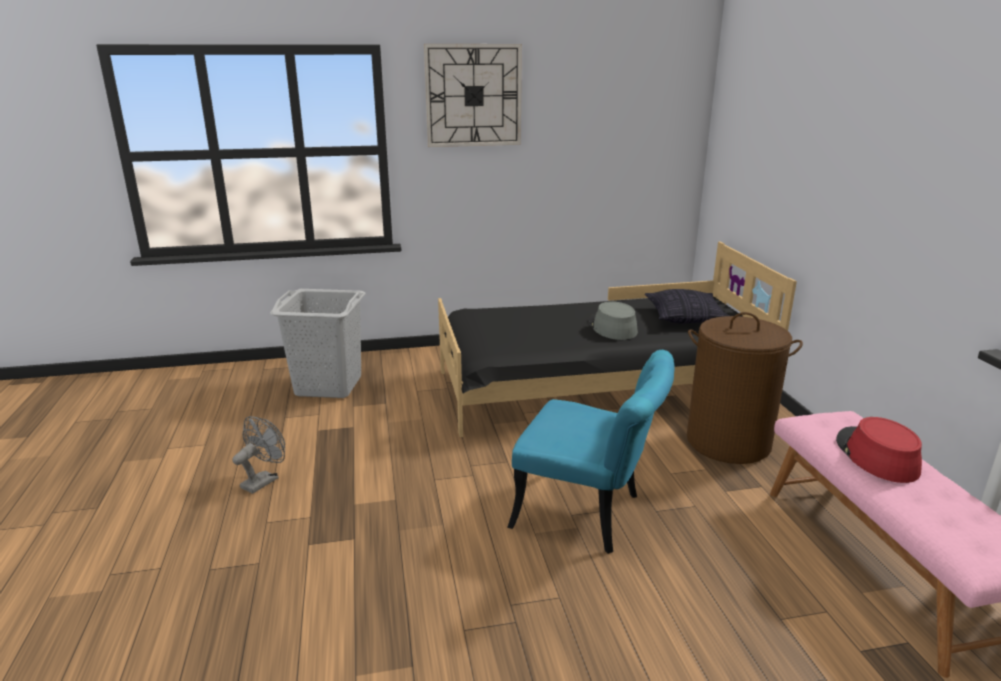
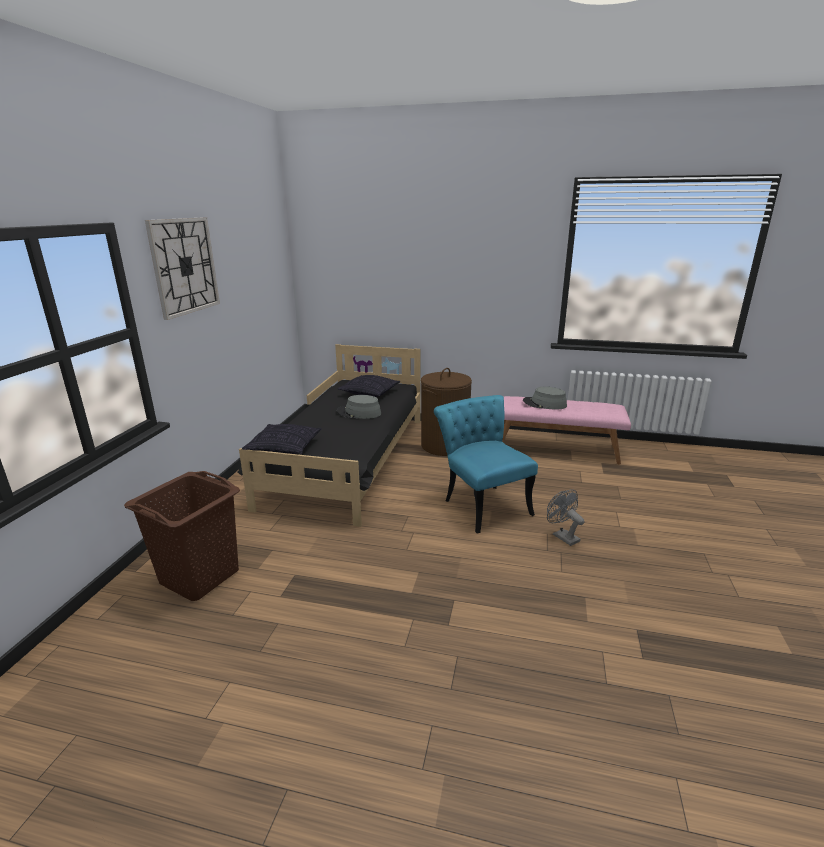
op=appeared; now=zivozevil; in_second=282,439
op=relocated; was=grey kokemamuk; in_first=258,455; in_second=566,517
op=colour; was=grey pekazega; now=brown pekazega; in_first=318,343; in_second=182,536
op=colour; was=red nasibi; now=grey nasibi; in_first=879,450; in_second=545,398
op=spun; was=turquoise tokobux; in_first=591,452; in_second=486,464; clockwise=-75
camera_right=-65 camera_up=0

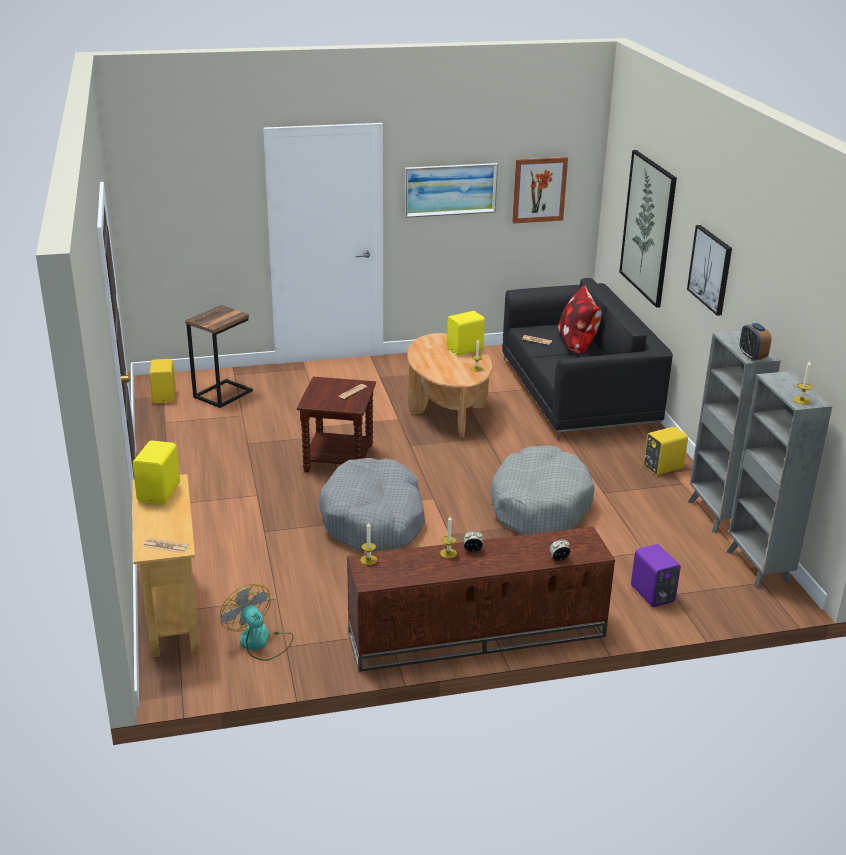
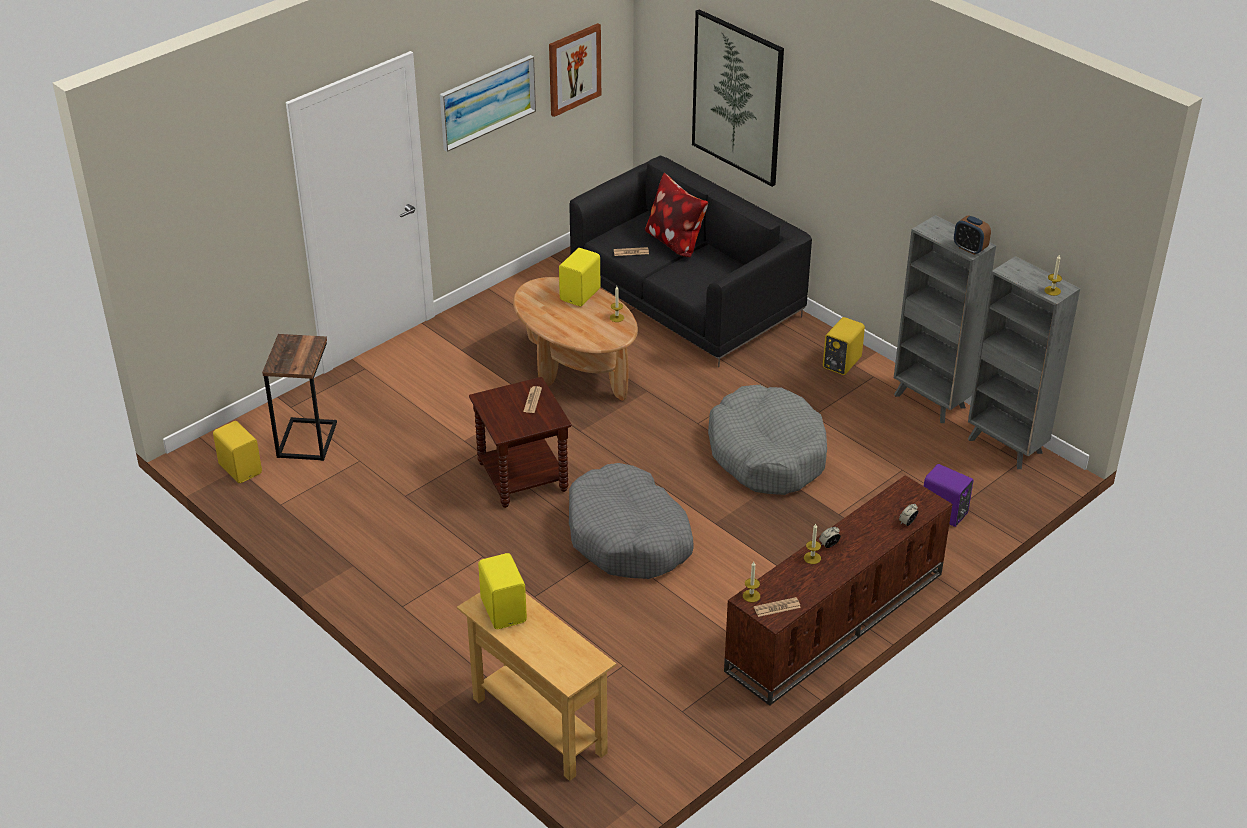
op=missing; was=kokemamuk; in_first=257,622
op=missing; was=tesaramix; in_first=709,270
op=relocated; was=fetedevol; in_first=166,545; in_second=777,607
camera_right=-30 camera_up=10

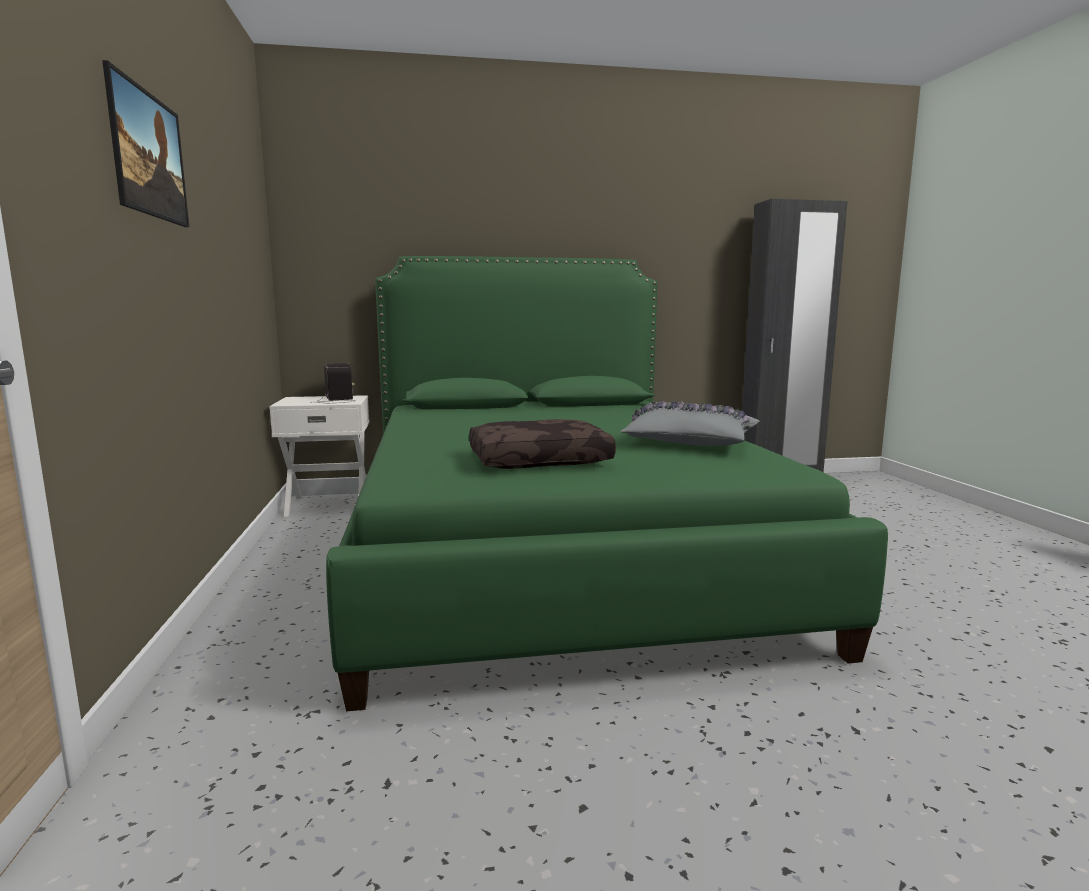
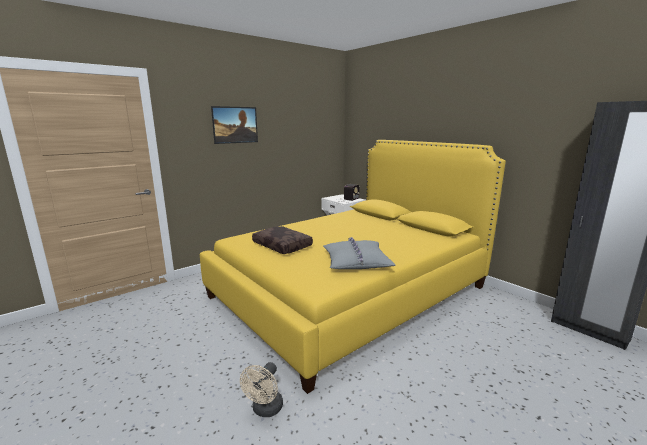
op=appeared; now=beige kokemamuk; in_second=261,389
op=colour; was=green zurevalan; now=yellow zurevalan; in_first=607,483; in_second=353,267
camera_right=60 camera_up=5

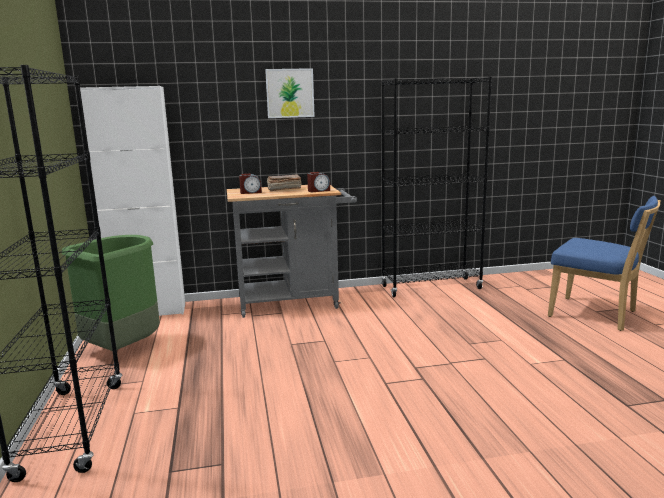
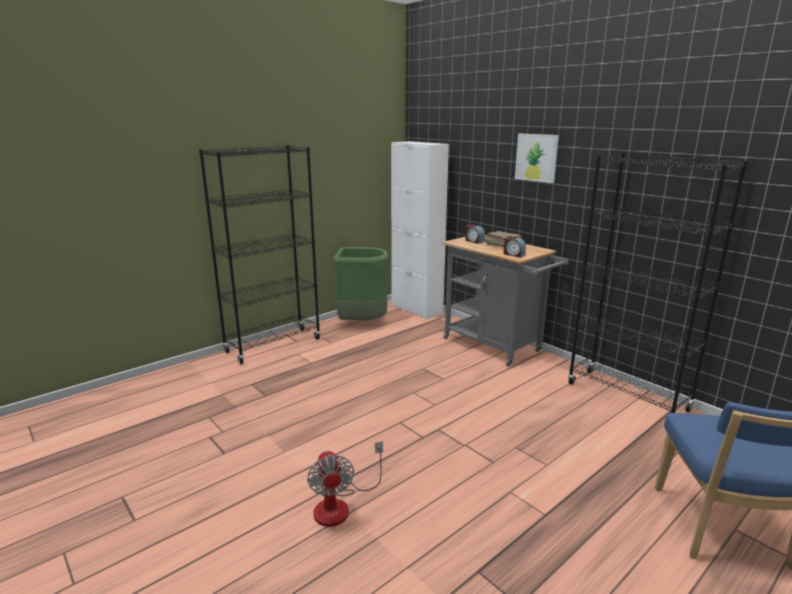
op=appeared; now=kokemamuk; in_second=345,484
camera_right=60 camera_up=5

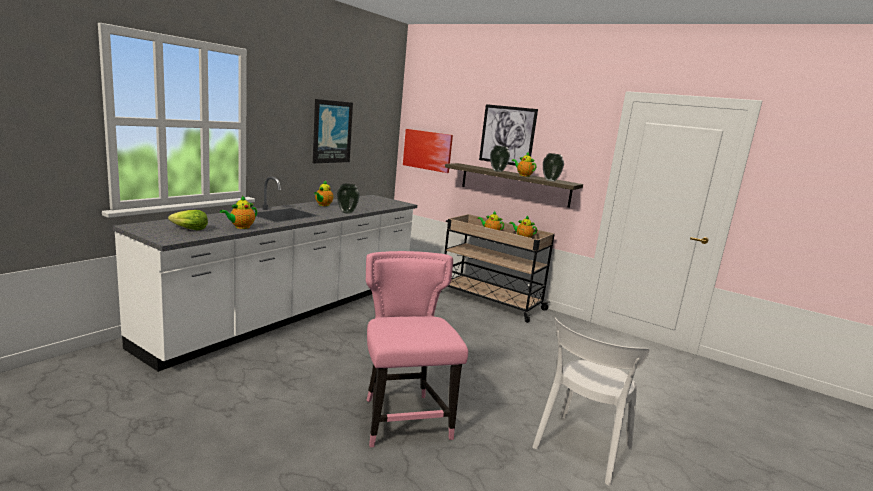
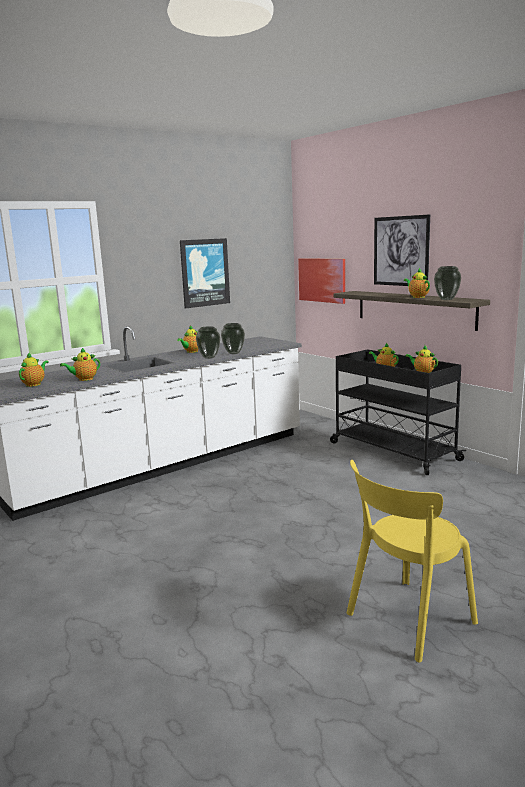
op=missing; was=pink tokobux; in_first=417,349
op=relocated; was=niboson; in_first=500,159; in_second=233,338
op=exchanged; was=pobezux; now=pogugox; in_first=188,220; in_second=34,369
op=colour; was=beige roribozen; now=black roribozen; in_first=499,268; in_second=398,412
op=colour; was=white tokobux; now=yellow tokobux; in_first=590,402; in_second=412,561
camera_right=20 camera_up=0

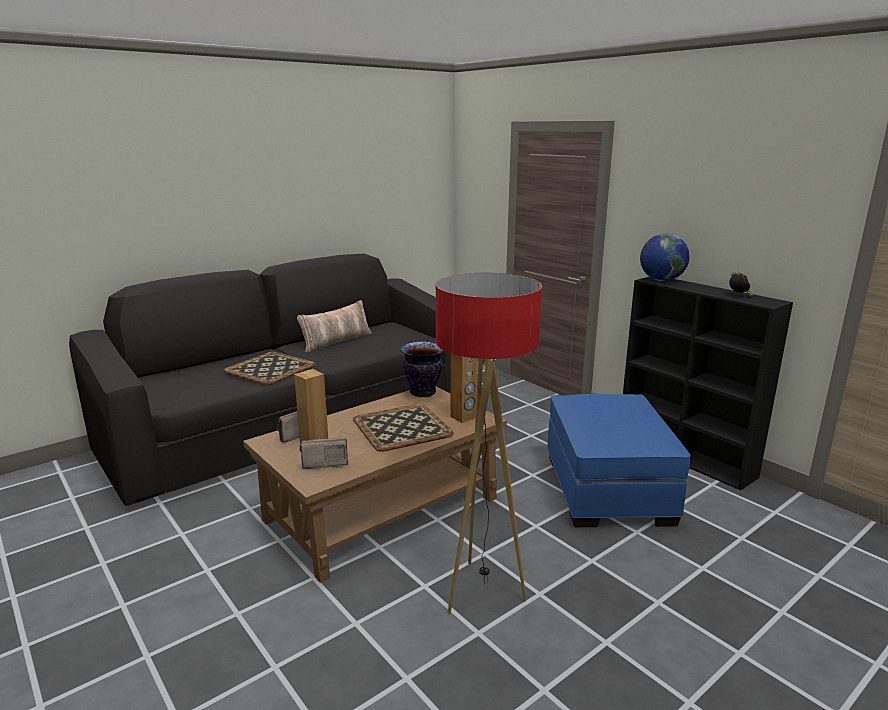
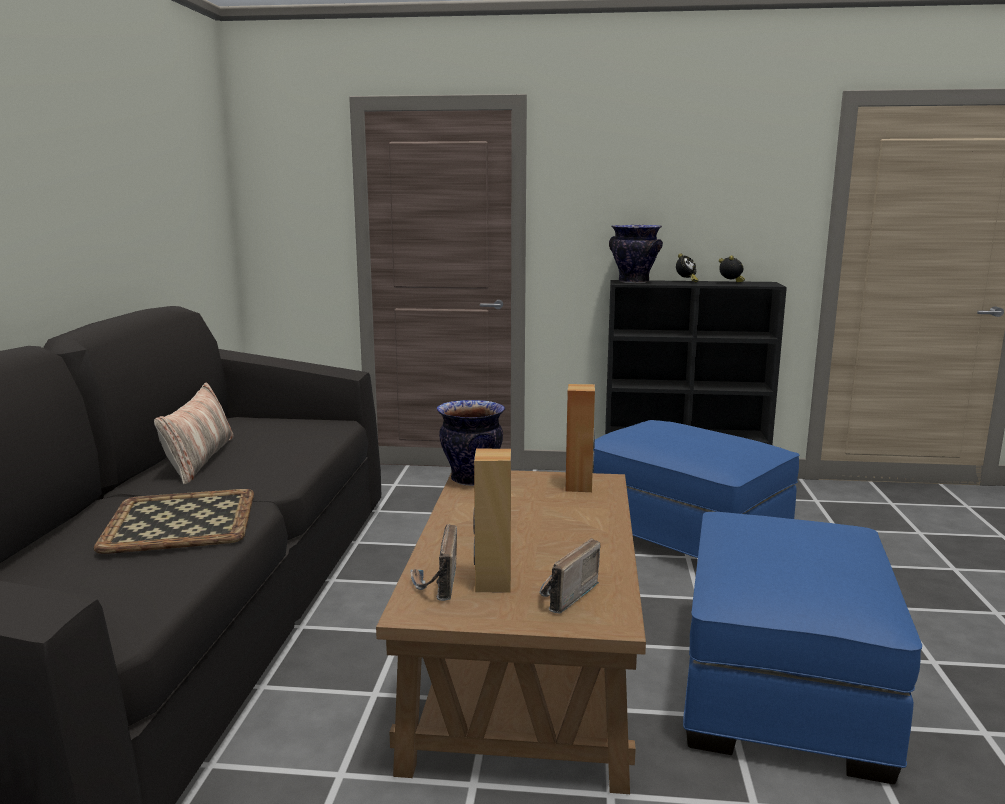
op=missing; was=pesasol; in_first=403,428
op=appeared; now=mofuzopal; in_second=687,268
op=exchanged; was=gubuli; now=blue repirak; in_first=489,443; in_second=802,648
op=exchanged; was=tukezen; now=niboson; in_first=665,257; in_second=636,254
camera_right=-45 camera_up=-5

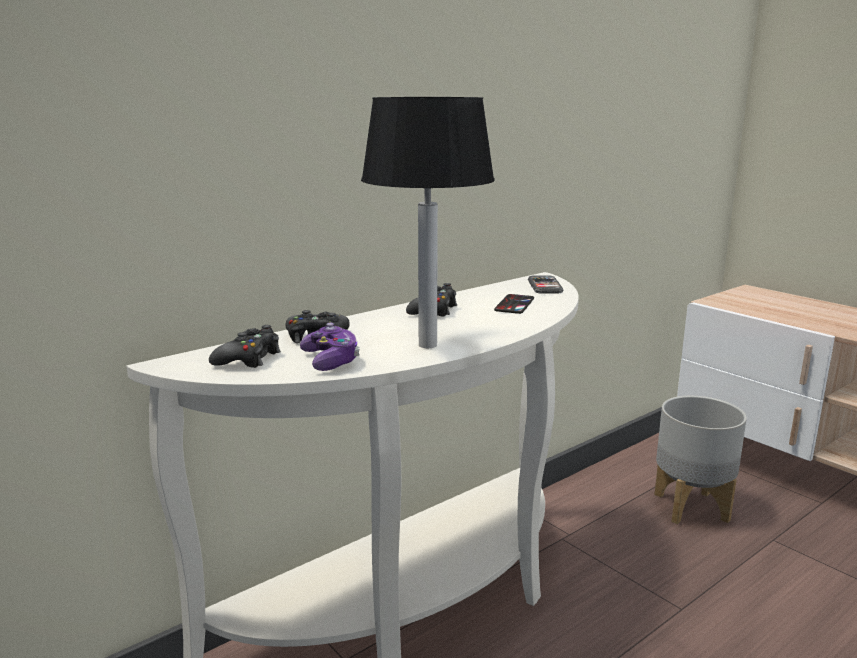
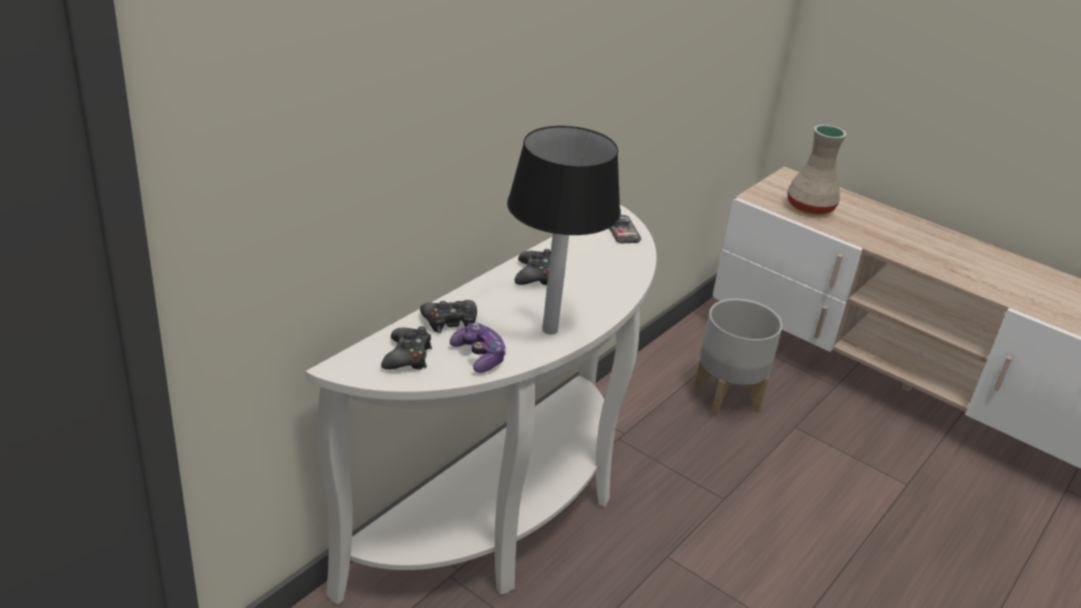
op=missing; was=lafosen; in_first=514,304
op=appeared; now=beige niboson; in_second=817,170
camera_right=-15 camera_up=15

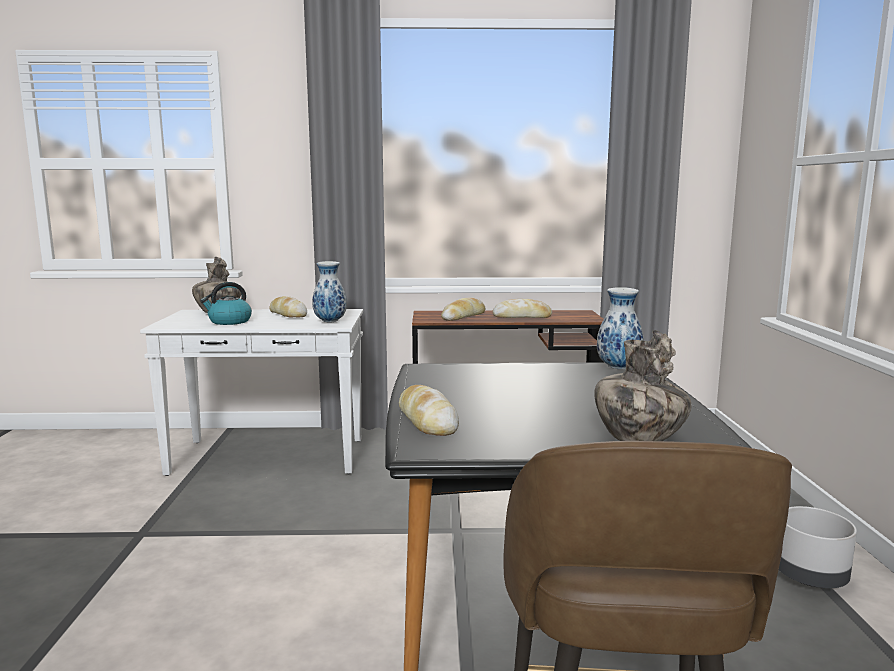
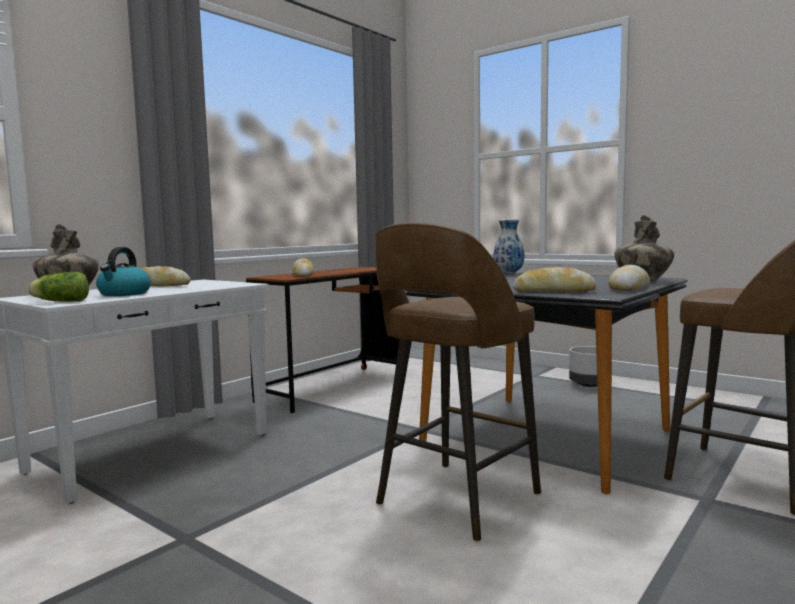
op=missing; was=niboson; in_first=329,292
op=appeared; now=pobezux; in_second=58,287
op=appeared; now=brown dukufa; in_second=458,382
op=relocated; was=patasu; in_first=522,308; in_second=629,278
camera_right=-50 camera_up=-5

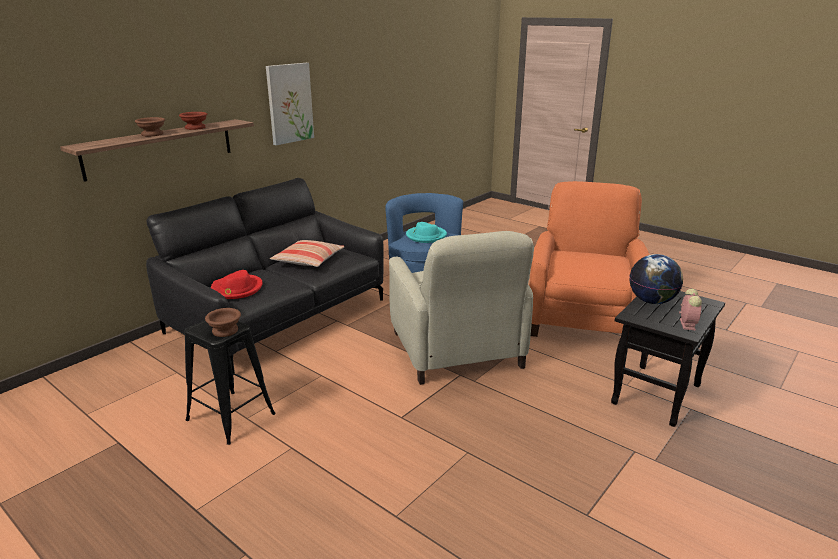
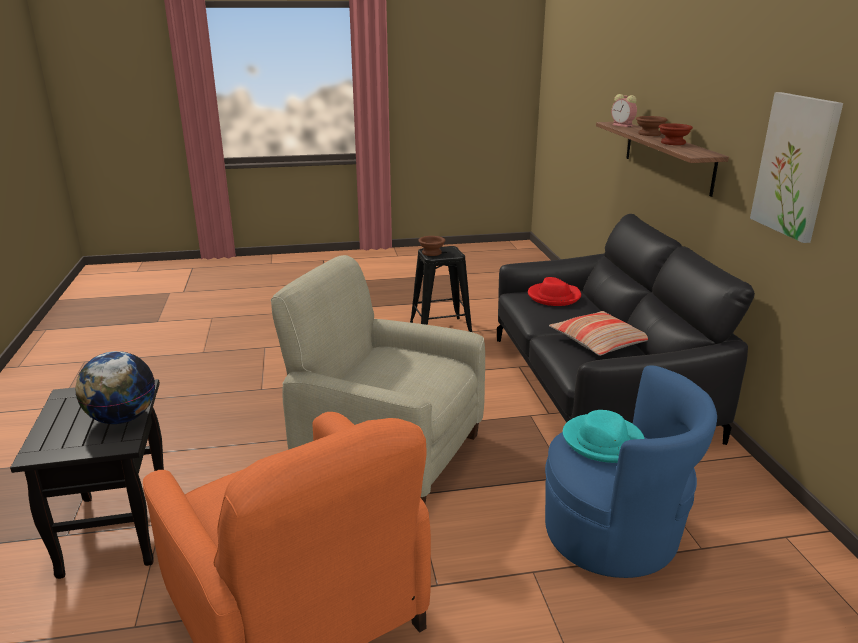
op=relocated; was=mofuzopal; in_first=690,309; in_second=624,110
camera_right=130 camera_up=0

